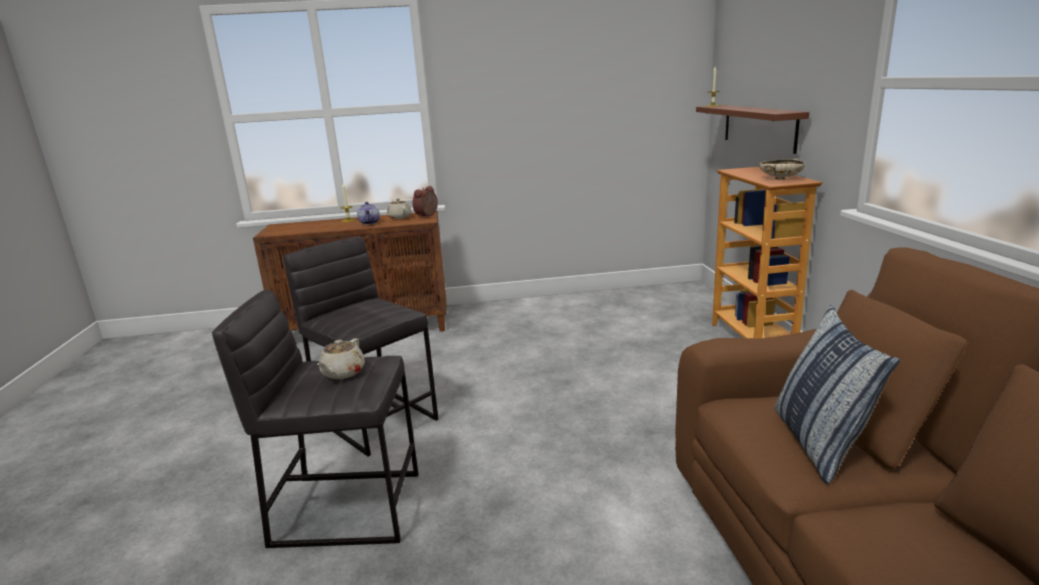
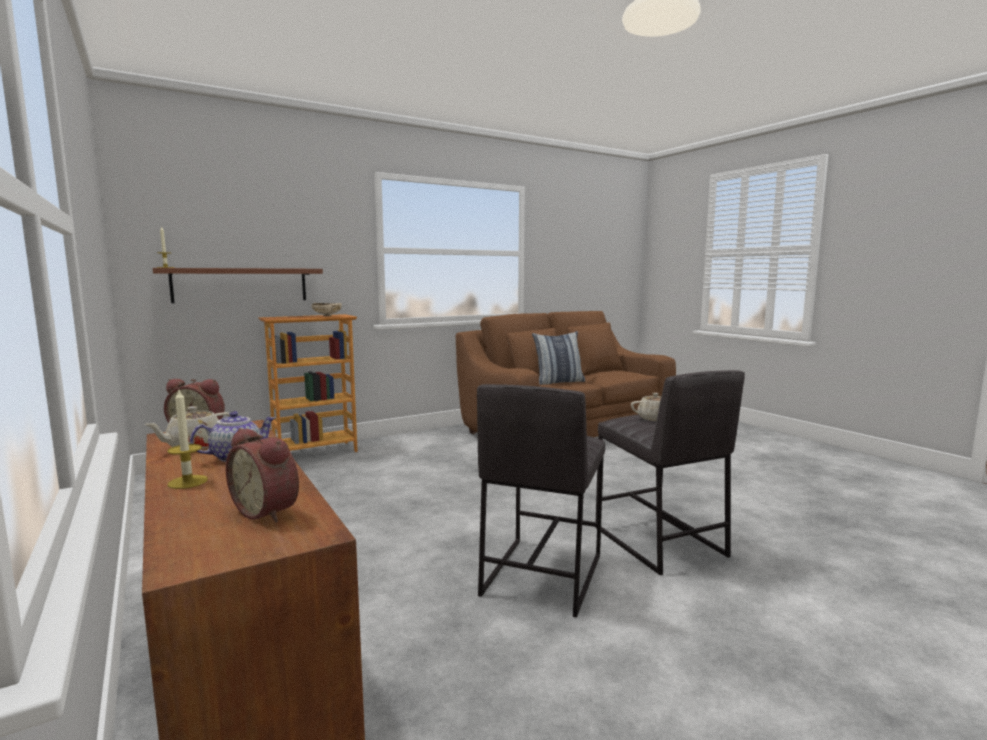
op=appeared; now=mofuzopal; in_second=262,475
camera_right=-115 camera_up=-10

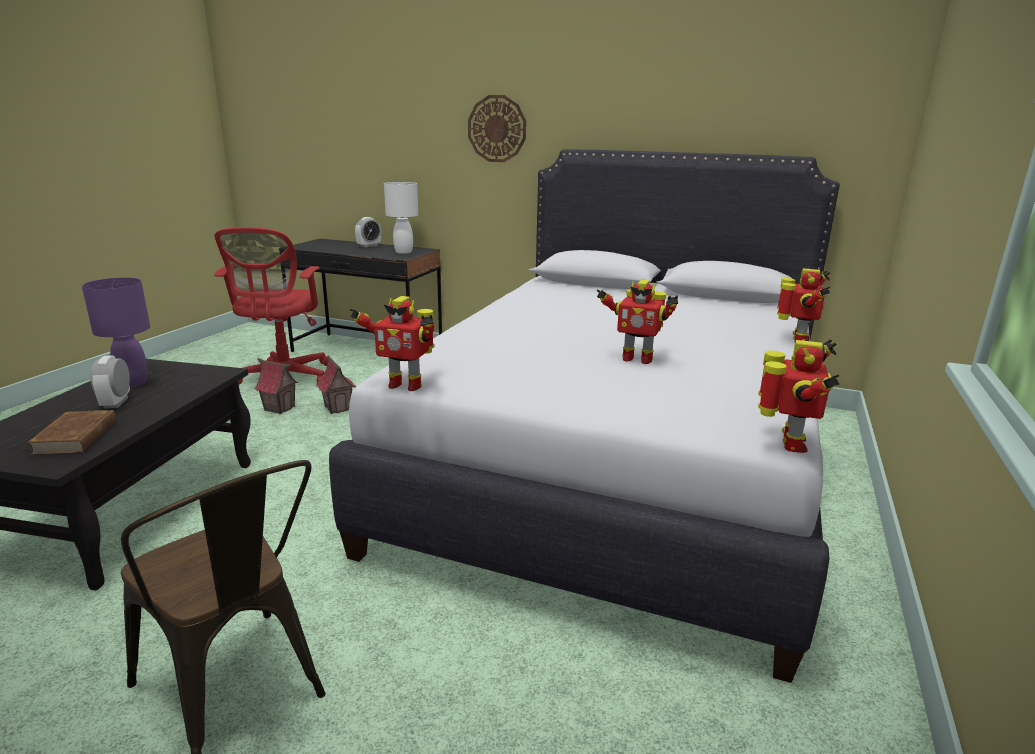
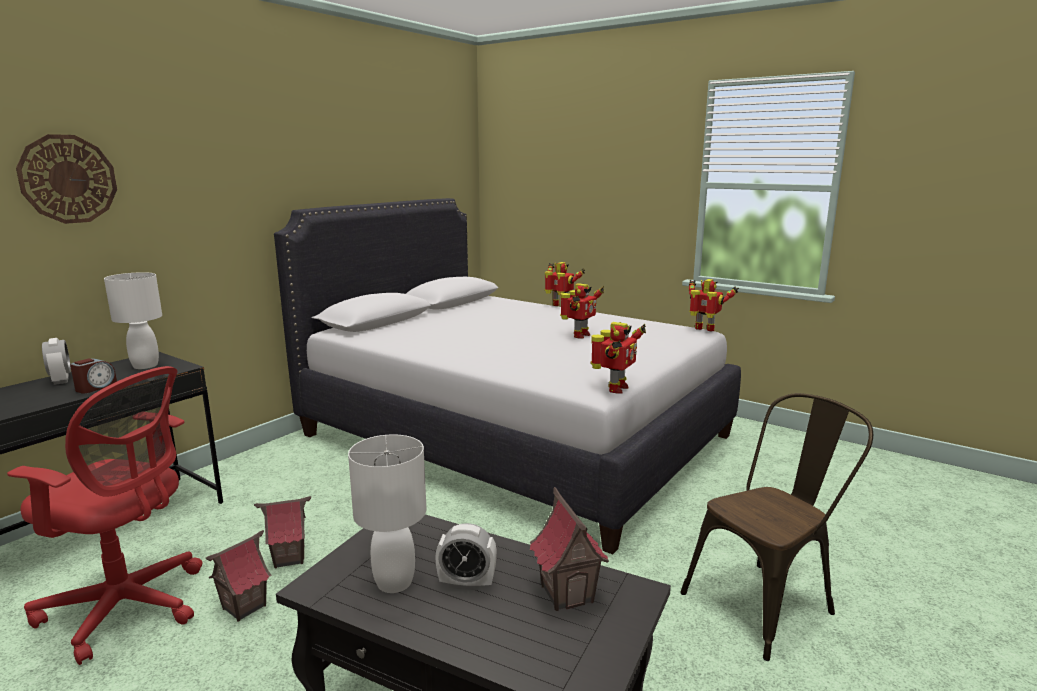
op=appeared; now=mofuzopal; in_second=93,376
op=relocated; was=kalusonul; in_first=497,128; in_second=66,179
op=exchanged; was=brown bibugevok; now=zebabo; in_first=71,432; in_second=569,549
op=colour; was=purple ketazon; now=white ketazon; in_first=116,332; in_second=387,513
camera_right=-75 camera_up=-5

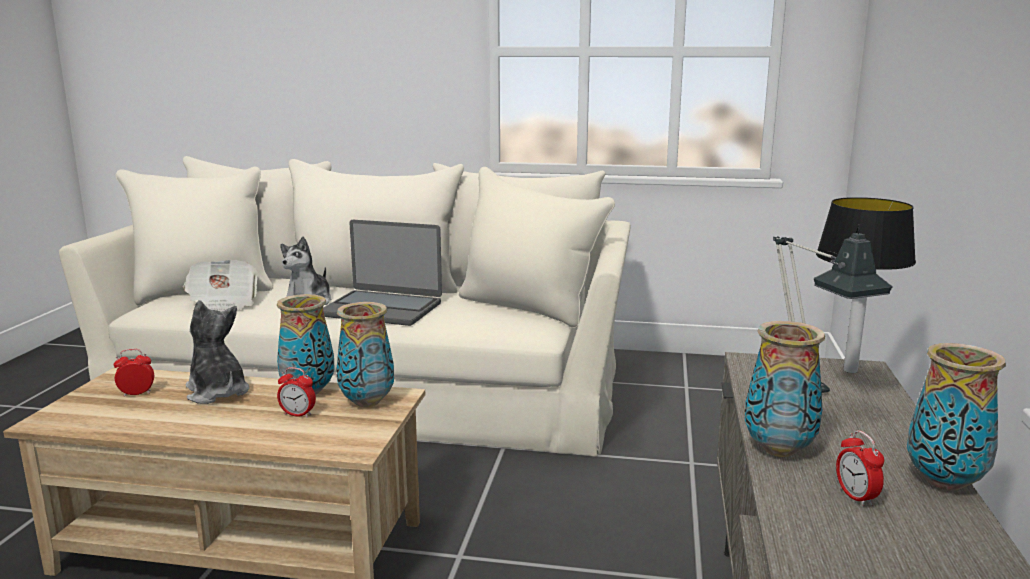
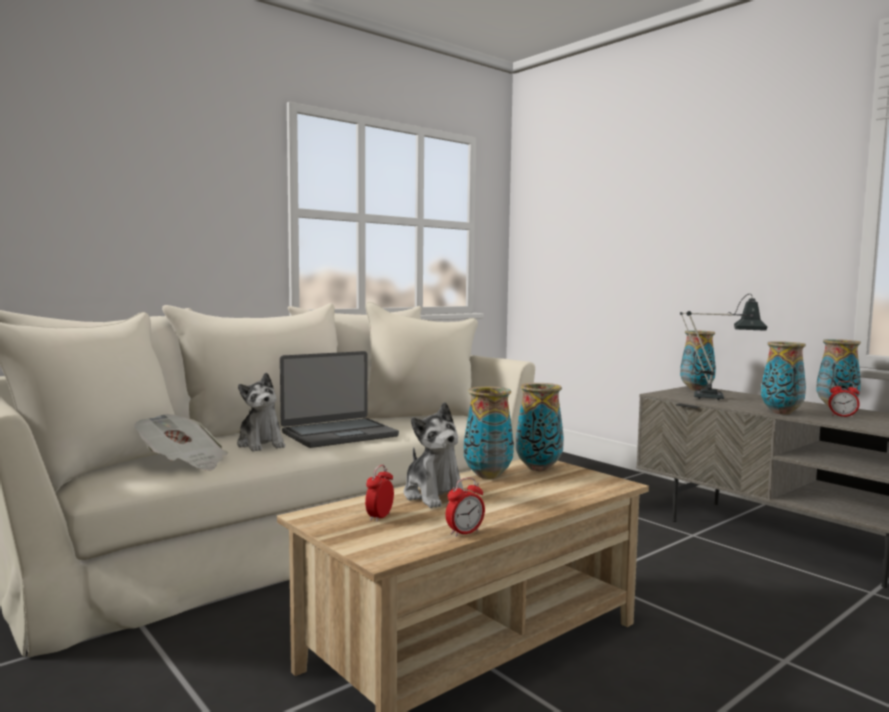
op=relocated; was=mofuzopal; in_first=296,392; in_second=465,507
op=exchanged; was=ketazon; now=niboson; in_first=866,285; in_second=698,360
op=spun; was=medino; in_first=217,352; in_second=434,455; clockwise=-120
camera_right=-50 camera_up=-10

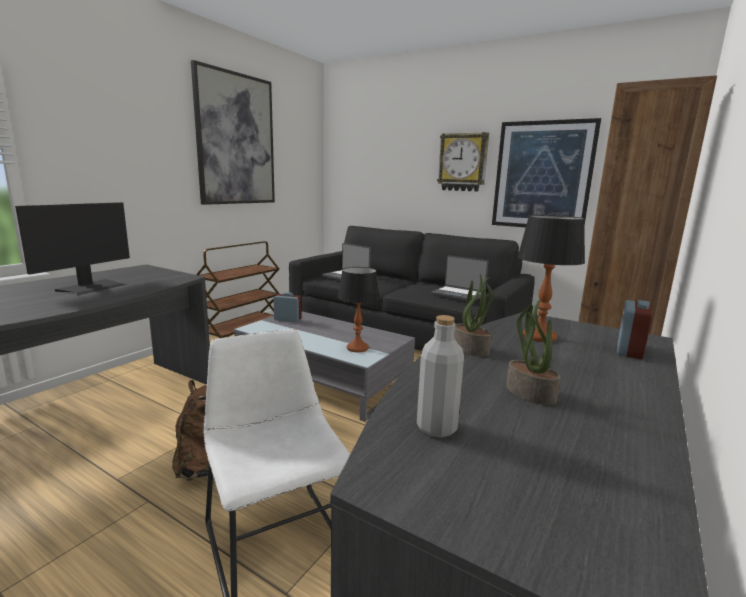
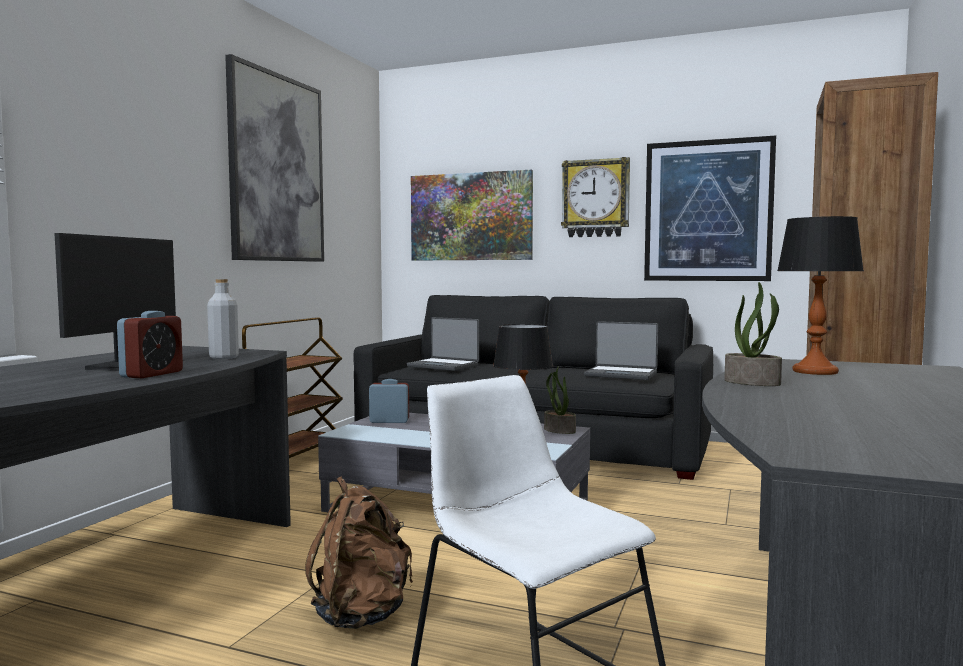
op=appeared; now=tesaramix; in_second=472,215
op=relocated; was=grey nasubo; in_first=440,376; in_second=223,319
op=relocated; was=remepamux; in_first=533,352; in_second=560,400
op=relocated; was=mofuzopal; in_first=634,329; in_second=150,344
camera_right=-10 camera_up=-10

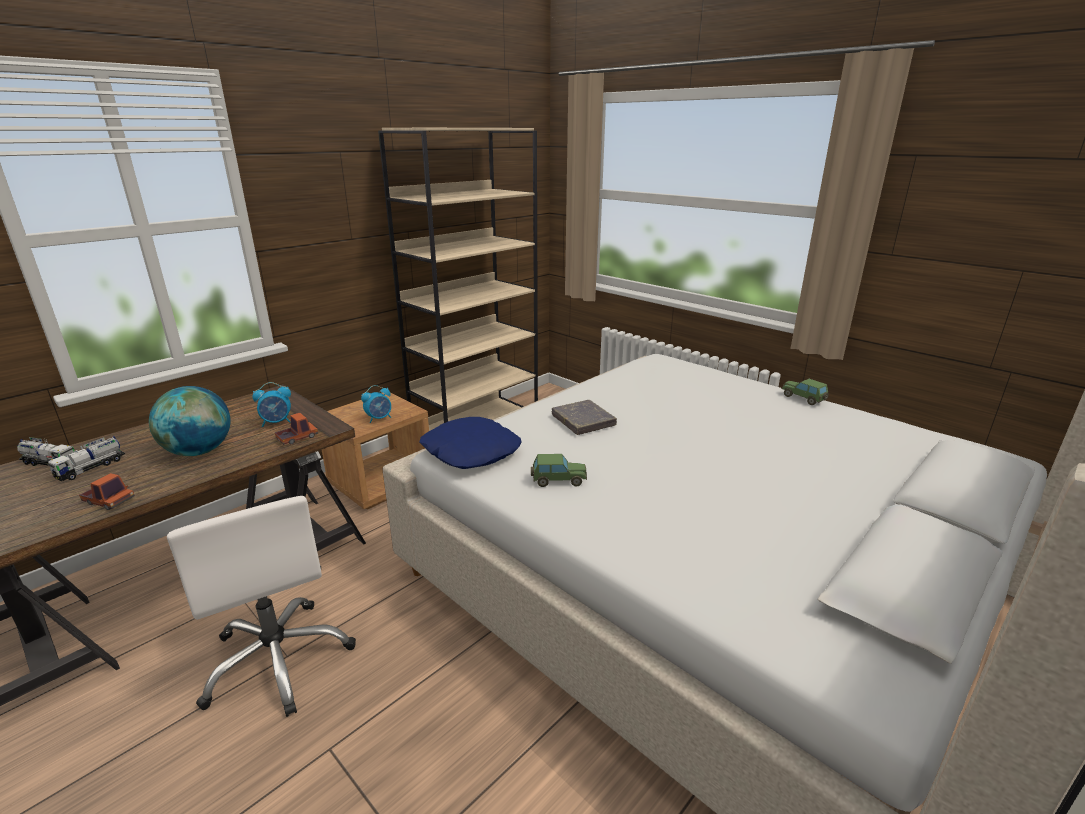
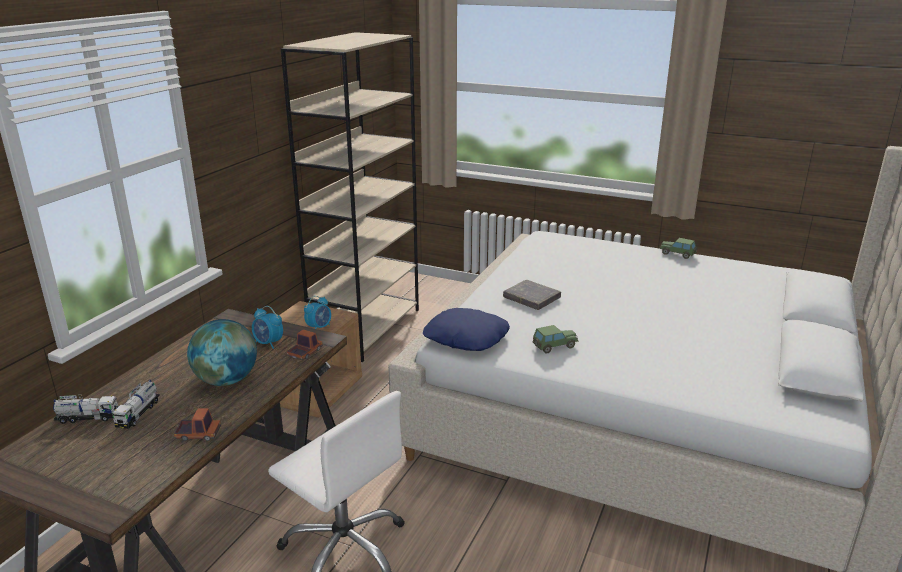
op=spun; was=mofuzopal; in_first=272,404; in_second=267,327; clockwise=75
camera_right=-20 camera_up=0

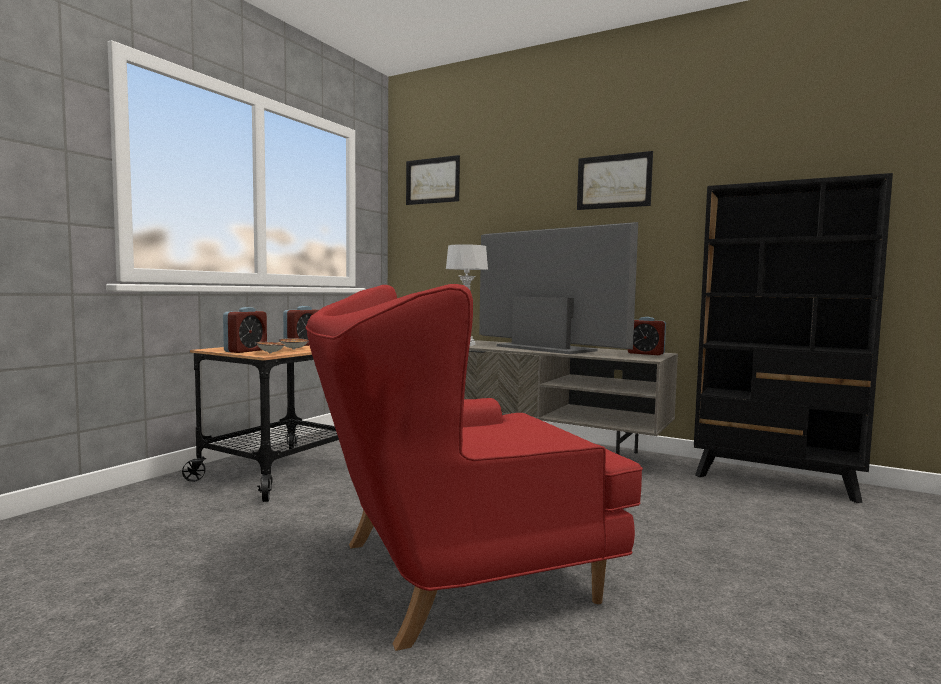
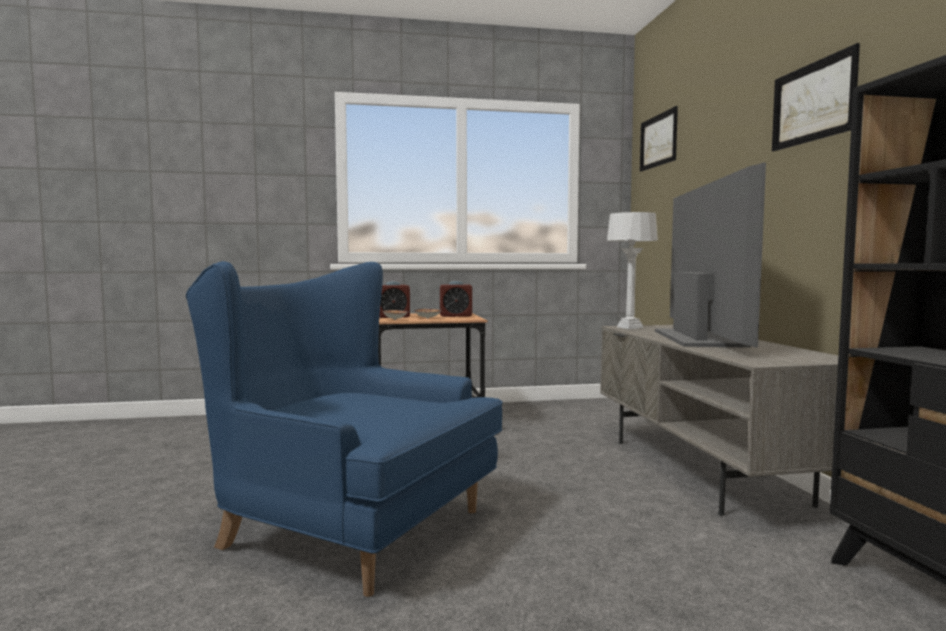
op=missing; was=mofuzopal; in_first=647,336
op=colour; was=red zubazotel; now=blue zubazotel; in_first=474,467; in_second=344,429
camera_right=50 camera_up=0

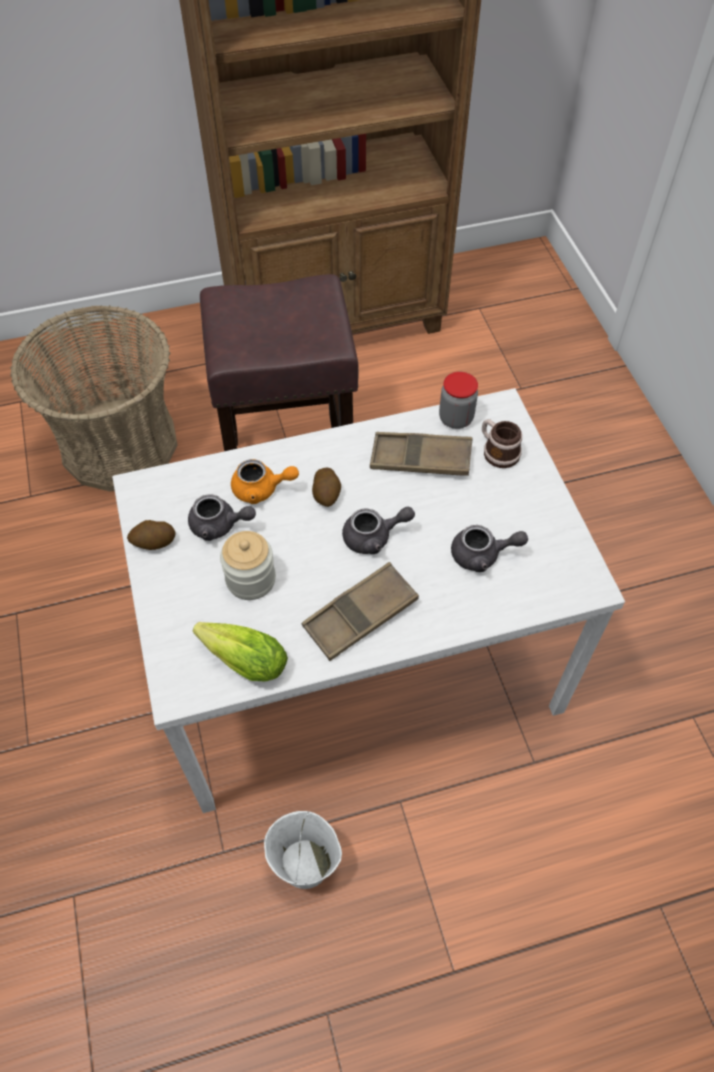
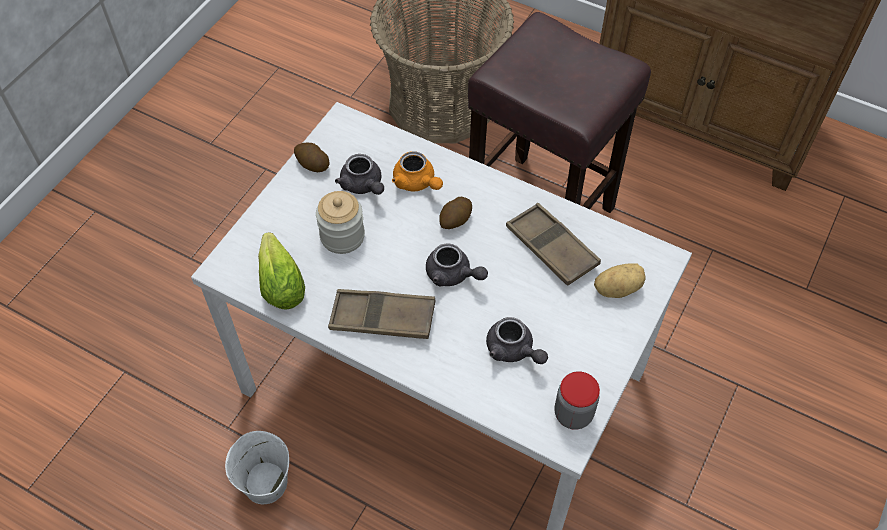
op=relocated; was=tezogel; in_first=458,400; in_second=577,400
op=exchanged; was=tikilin; now=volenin; in_first=502,443; in_second=620,280
camera_right=45 camera_up=0

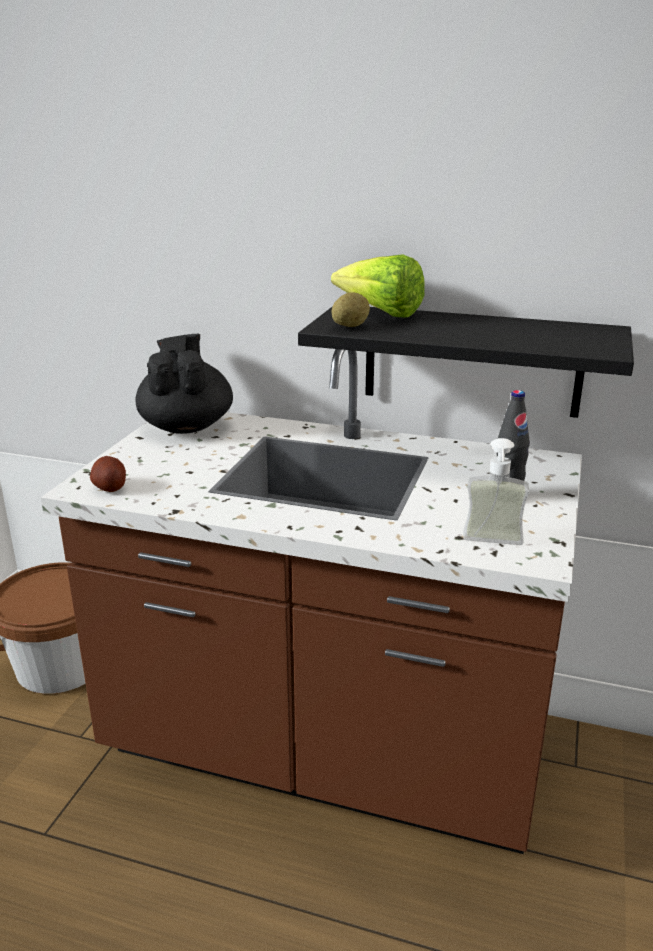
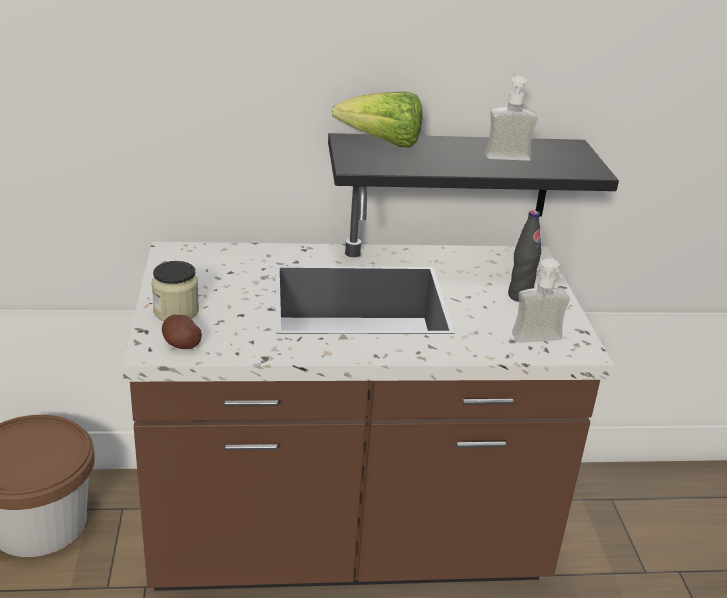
op=missing; was=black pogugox; in_first=184,384
op=missing; was=volenin; in_first=350,310
op=appeared; now=tezogel; in_second=175,291
op=appeared; now=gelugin; in_second=511,116
camera_right=-25 camera_up=5

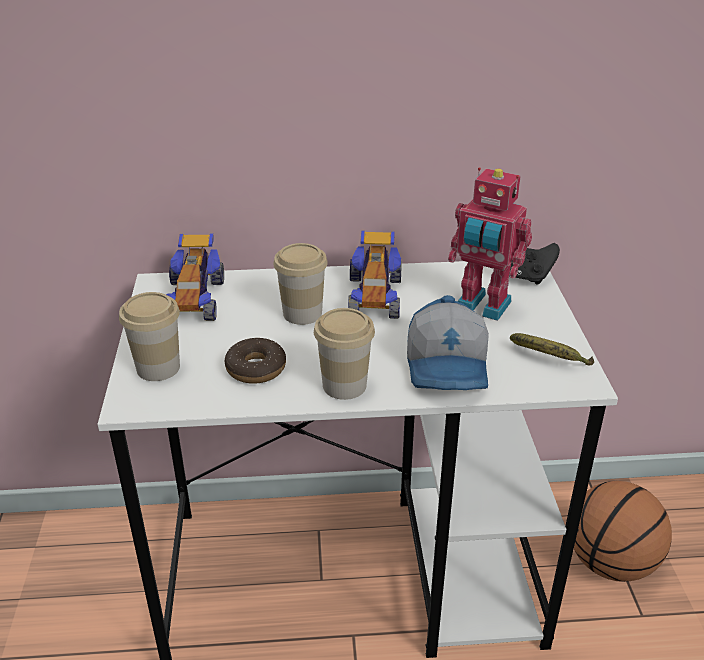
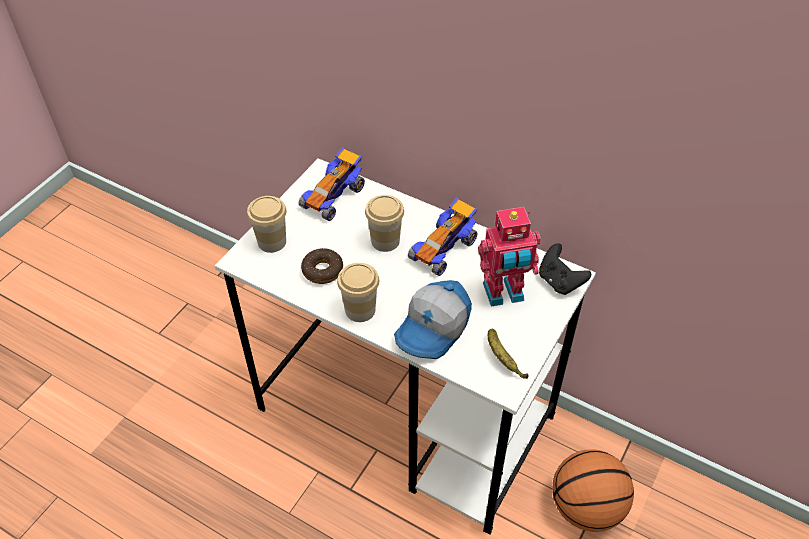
op=spun; was=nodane; in_first=490,244; in_second=509,256; clockwise=-75
camera_right=35 camera_up=15

